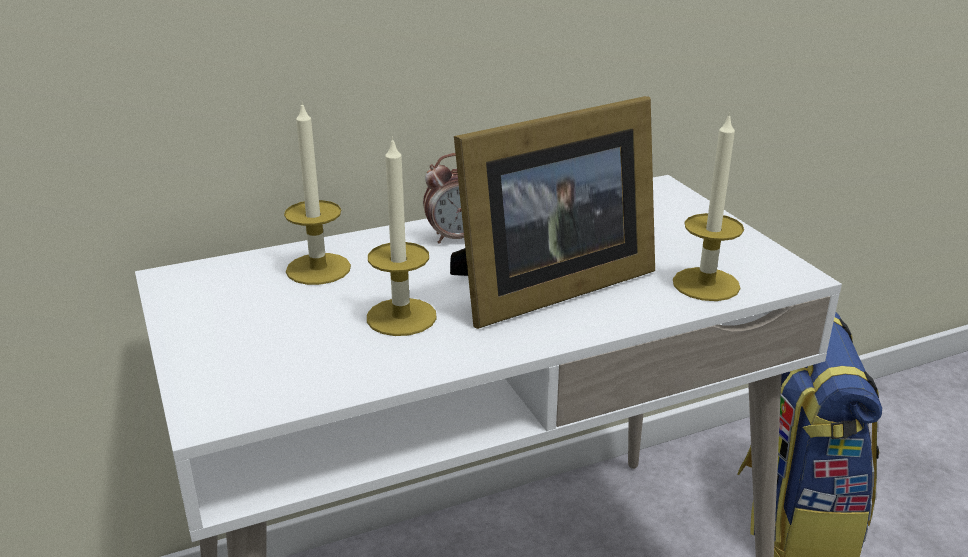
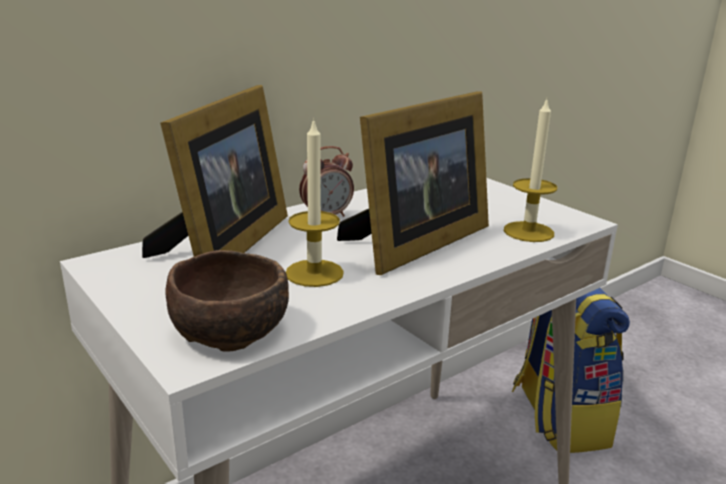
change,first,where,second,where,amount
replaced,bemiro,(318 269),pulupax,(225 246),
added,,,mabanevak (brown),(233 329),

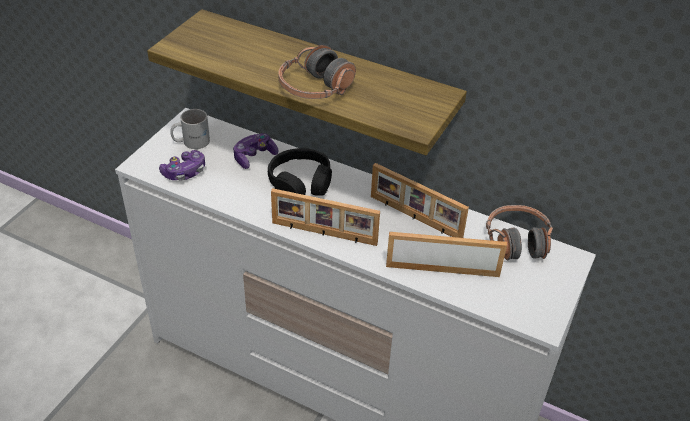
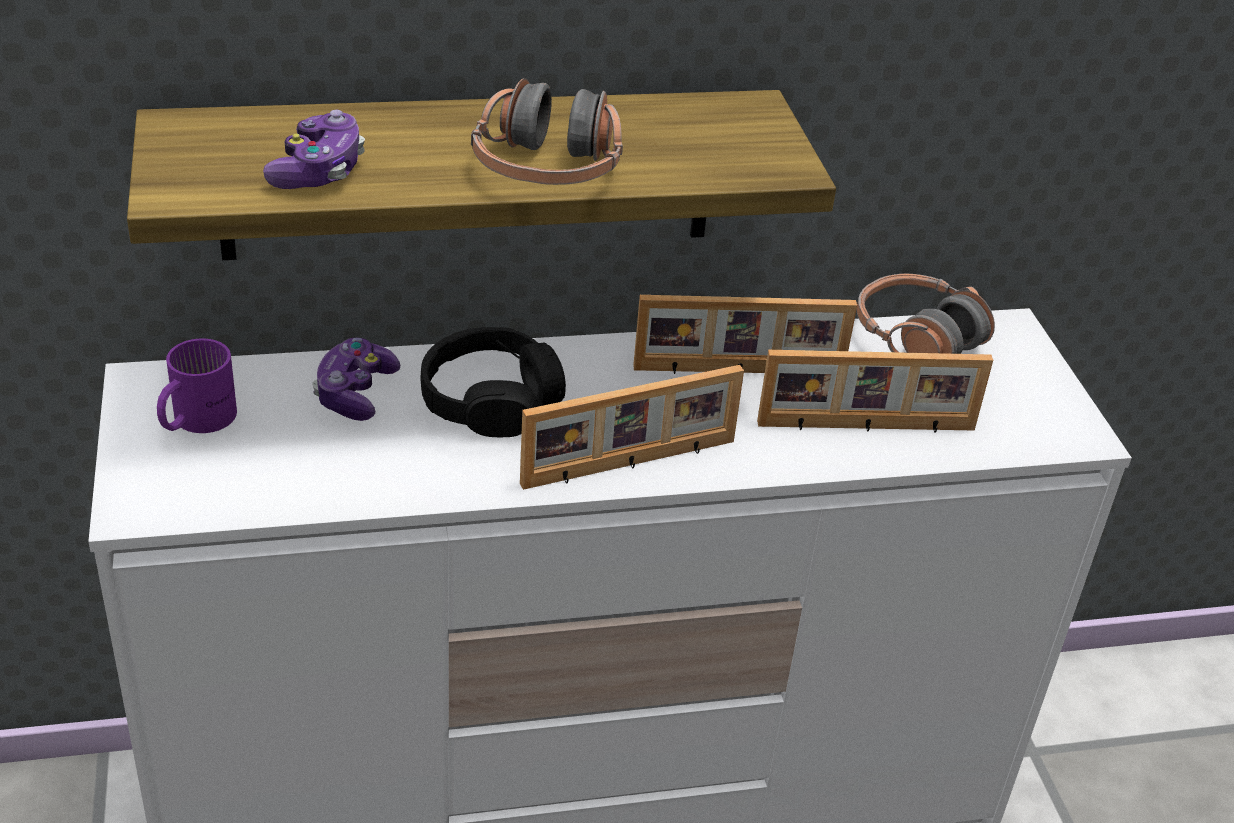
change,first,where,second,where,amount
moved,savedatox,(184 172),,(318 171),
recoloured,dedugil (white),(191 141),dedugil (purple),(194 419),
turned,pulupax,(442 269),,(866 428),150 degrees counterclockwise

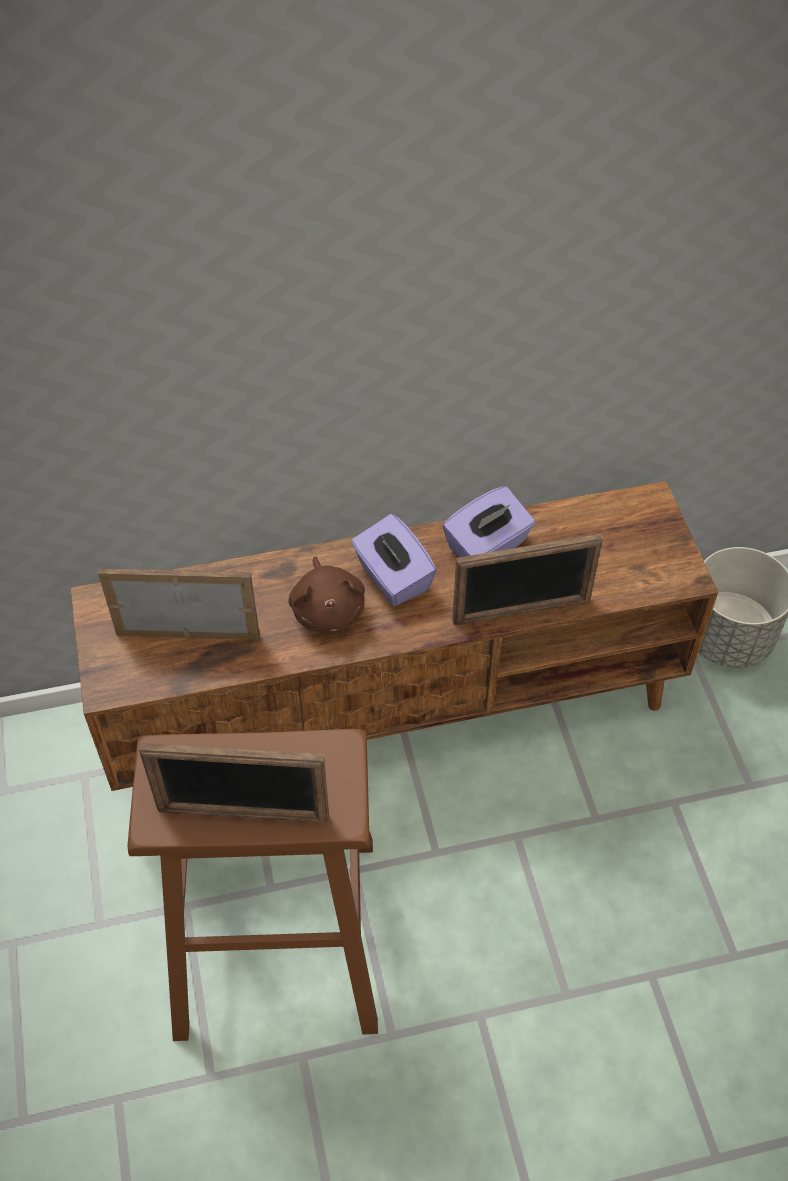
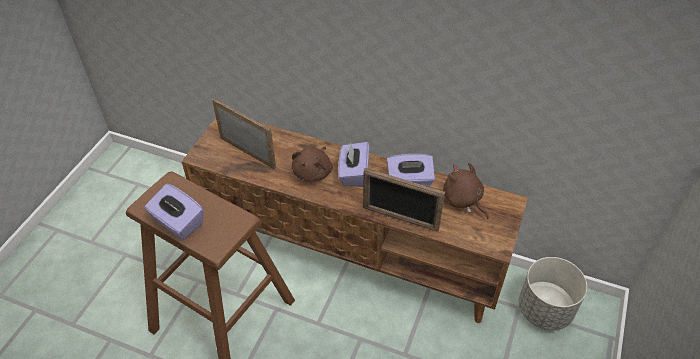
change,first,where,second,where,amount
replaced,pulupax,(243 814),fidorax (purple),(178 223),
added,,,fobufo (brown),(463 200),

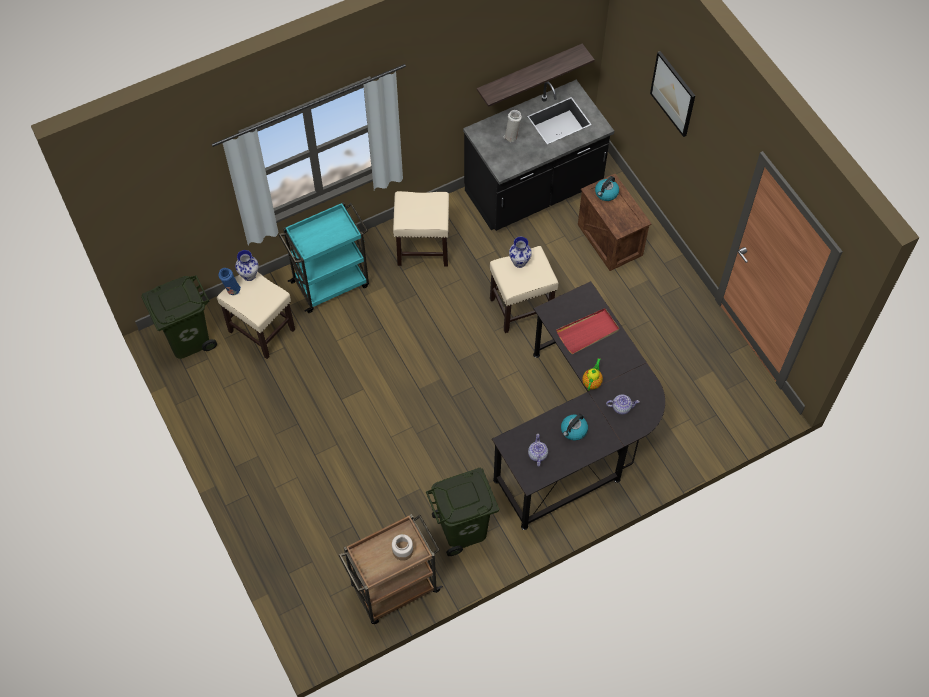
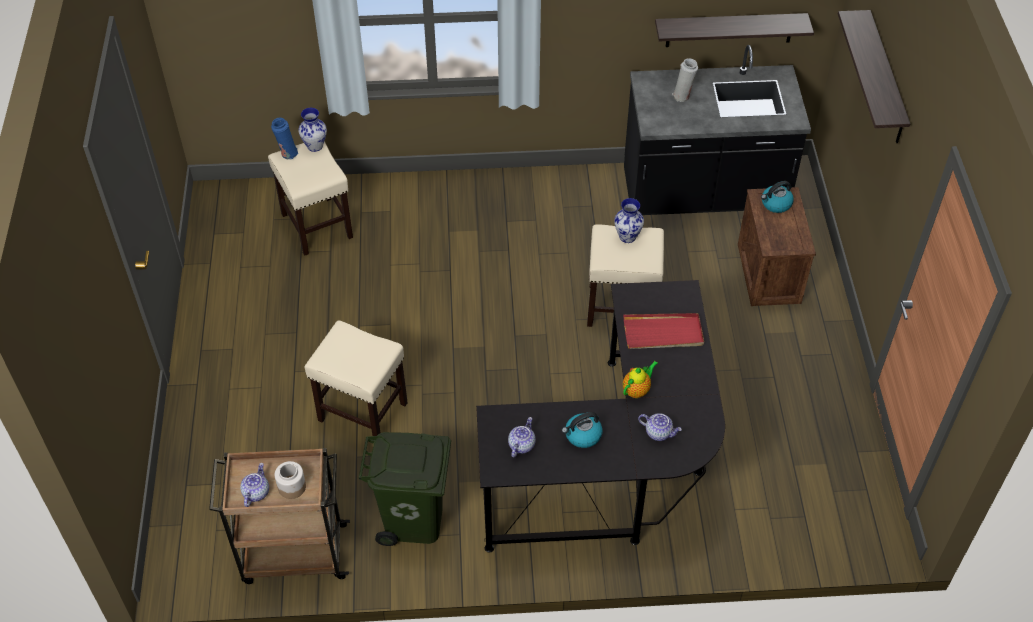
change,first,where,second,where,amount
removed,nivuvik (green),(188 339),,,
removed,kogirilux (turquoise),(331 283),,,
moved,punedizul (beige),(422 248),,(361 412),
replaced,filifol,(673 93),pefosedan,(885 79),
added,,,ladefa,(256 492),

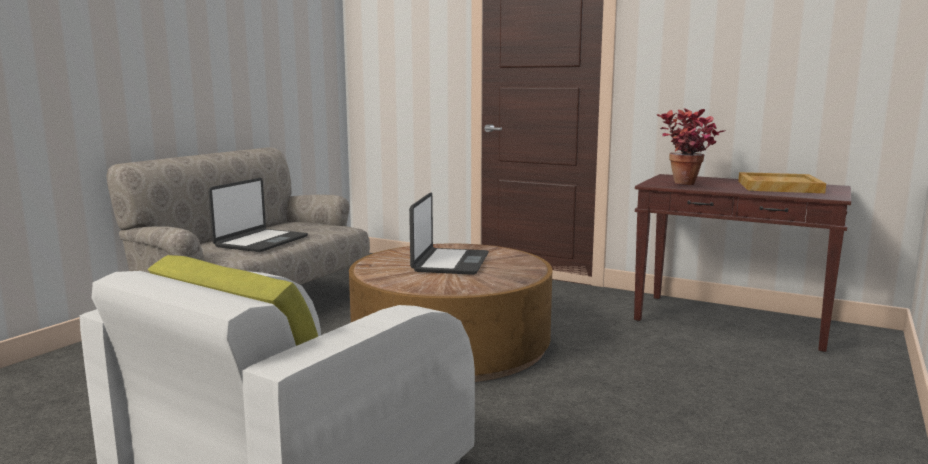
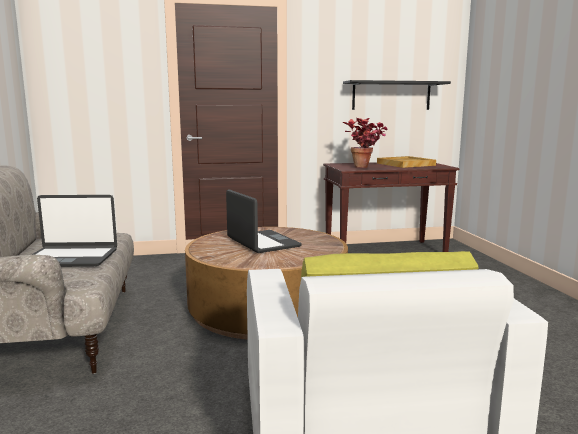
change,first,where,second,where,amount
turned,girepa,(261 242),,(71 258),105 degrees clockwise
added,,,pefosedan (black),(391 95),

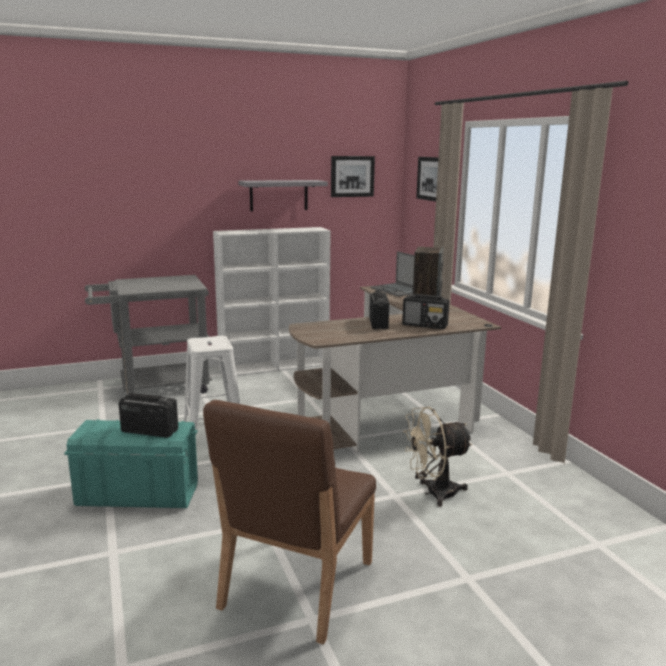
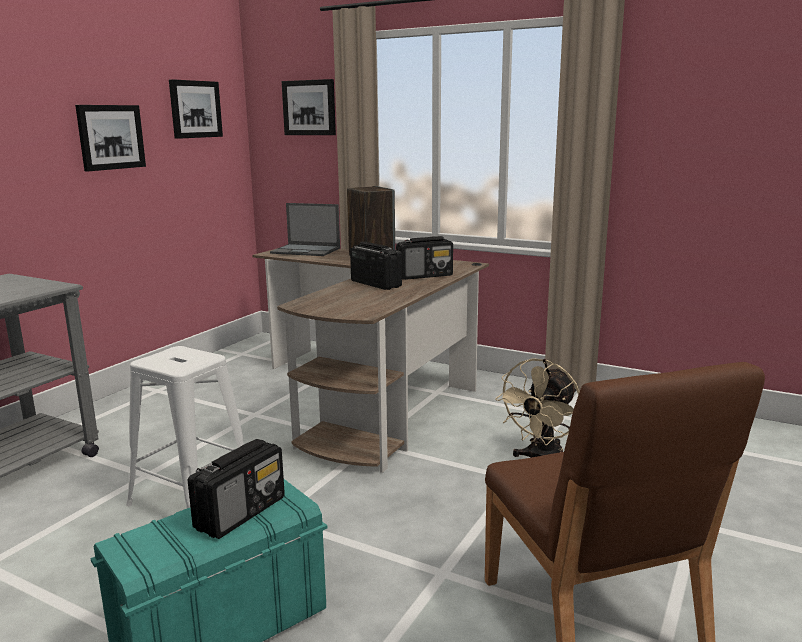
change,first,where,second,where,amount
turned,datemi,(149 431),,(241 513),150 degrees clockwise
removed,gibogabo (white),(275 366),,,
replaced,pefosedan (grey),(278 195),filifol,(110 137),

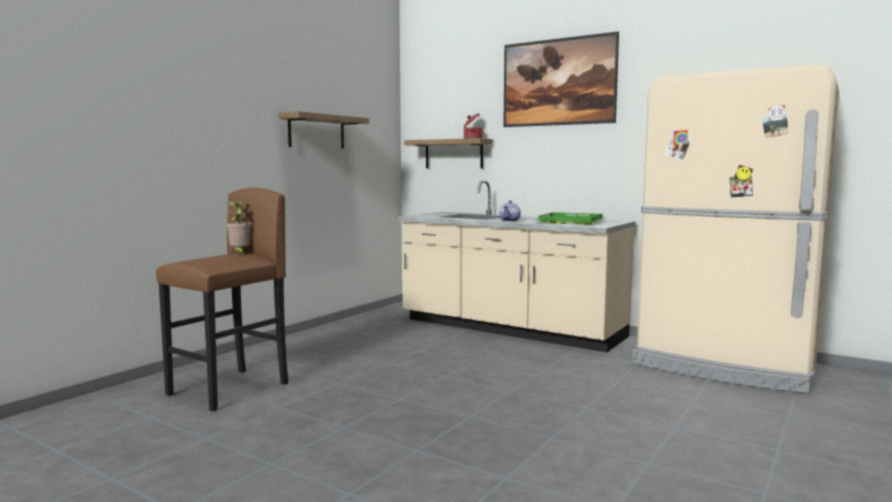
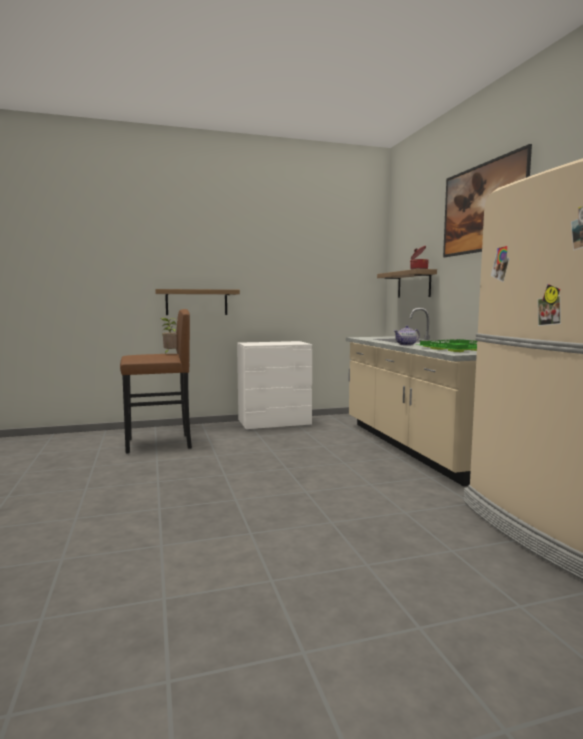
change,first,where,second,where,amount
moved,pefosedan,(316 132),,(196 302),
added,,,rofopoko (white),(274 423),

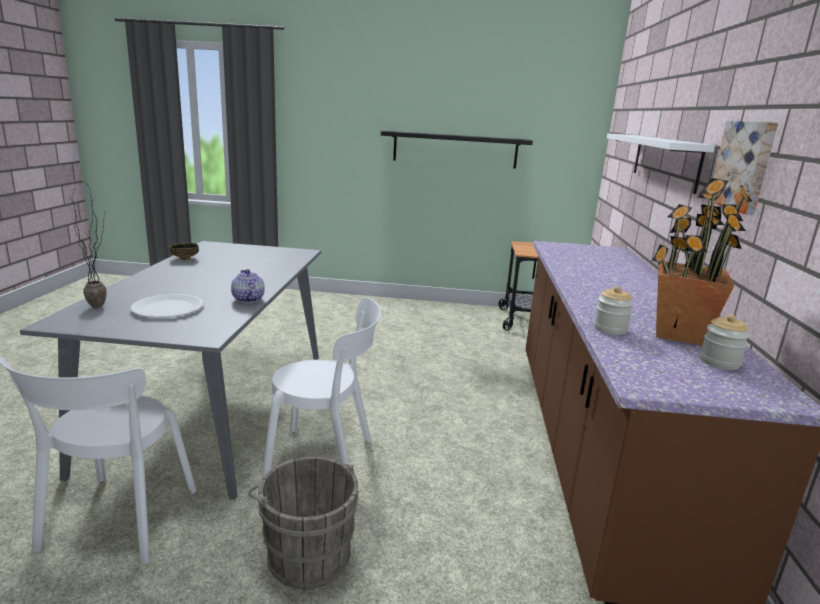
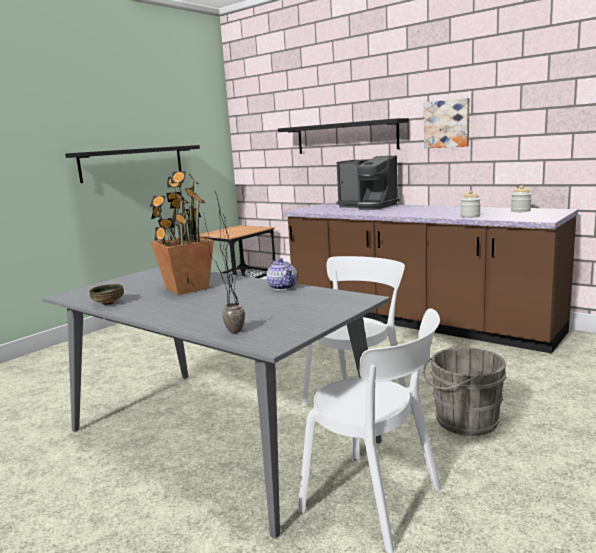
change,first,where,second,where,amount
removed,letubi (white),(168 308),,,
turned,ladefa,(248 299),,(282 287),120 degrees counterclockwise
recoloured,pefosedan (white),(665 160),pefosedan (black),(346 137),
moved,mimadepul,(678 333),,(186 288),
added,,,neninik,(368 206),

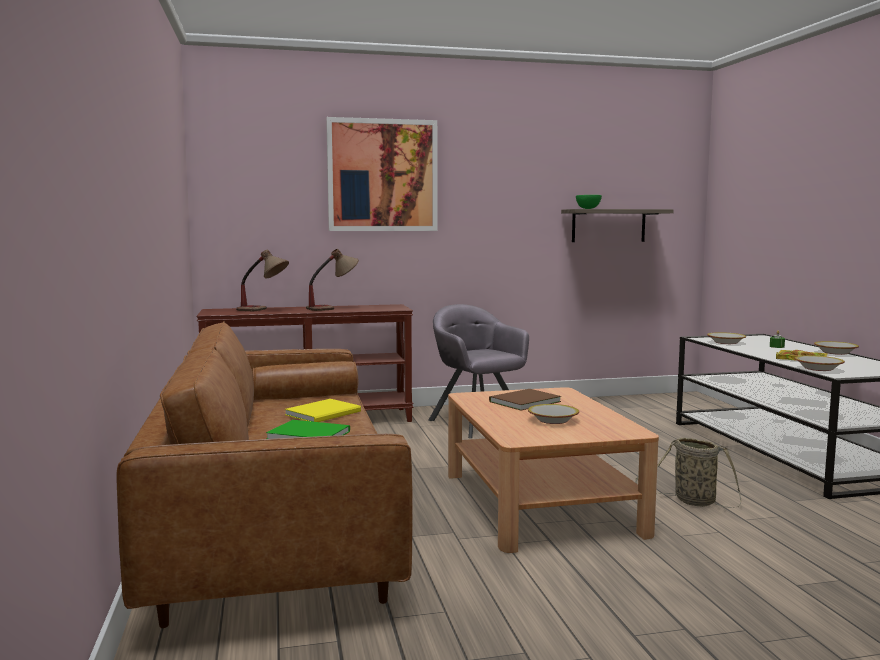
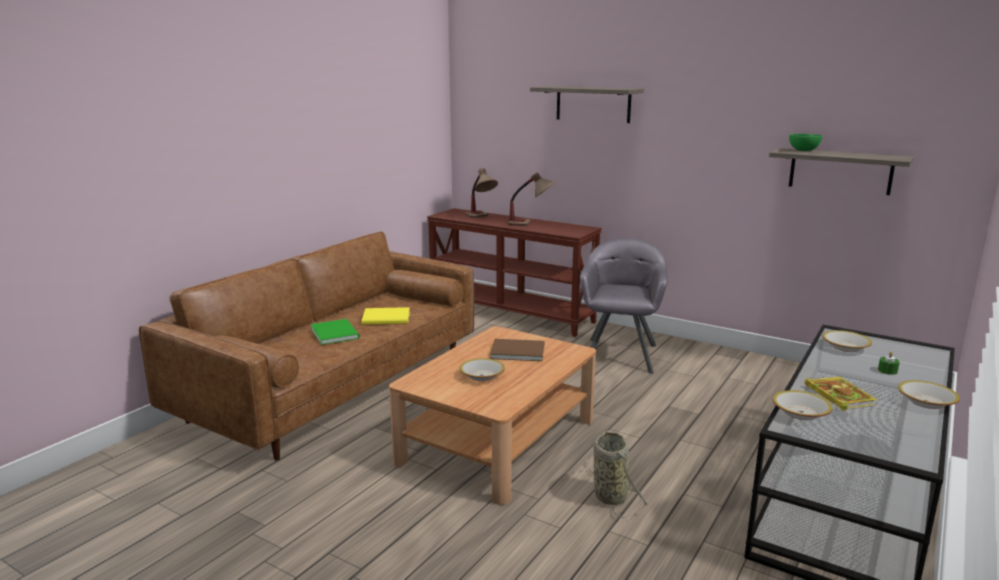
change,first,where,second,where,amount
replaced,filifol,(382 175),pefosedan,(593 104),

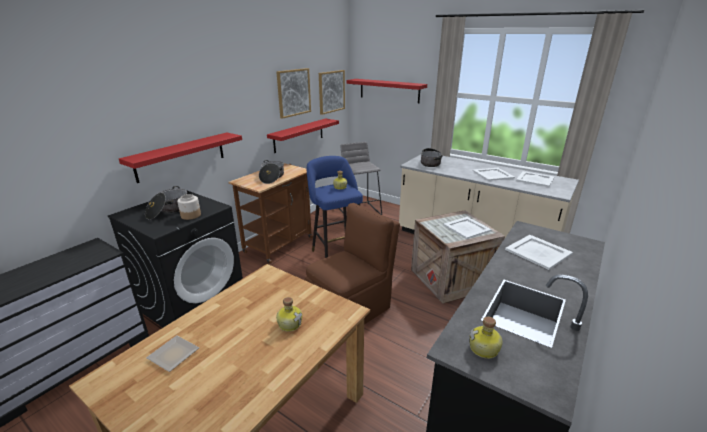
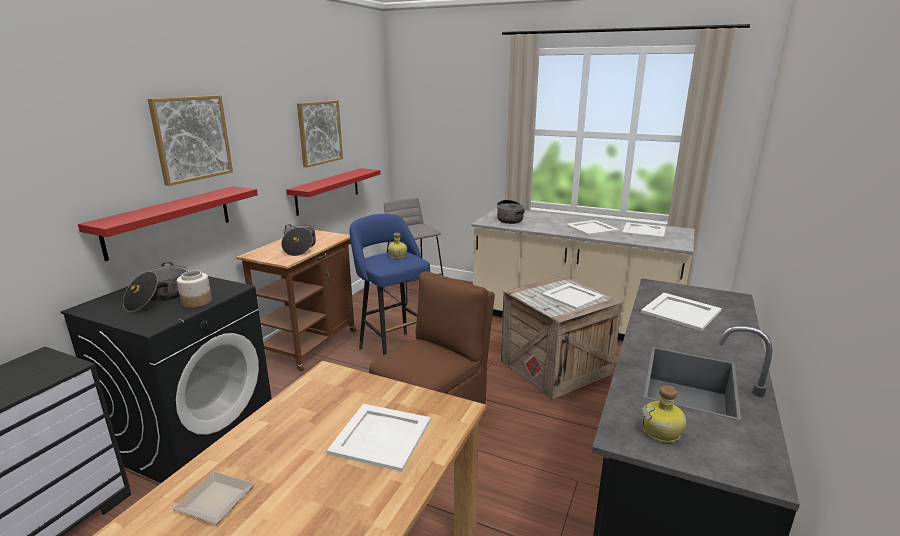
change,first,where,second,where,amount
replaced,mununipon,(290 323),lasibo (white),(380 435),
moved,filifol,(331 91),,(192 138),
removed,pefosedan (red),(389 90),,,

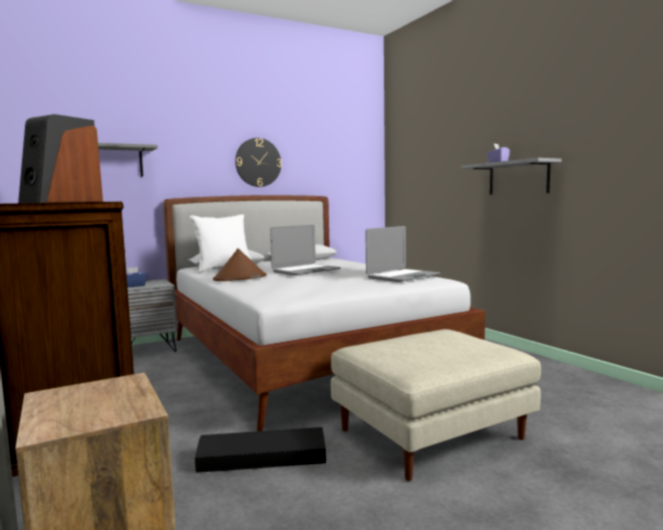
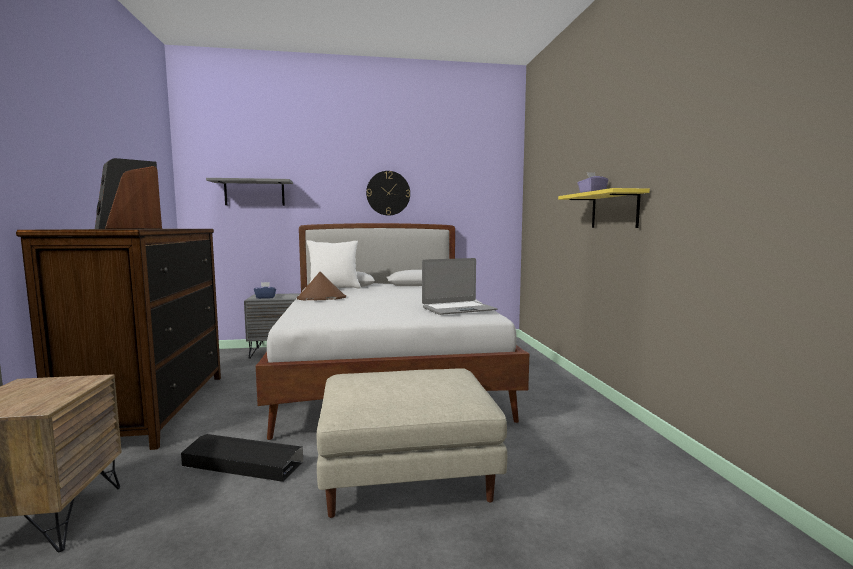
change,first,where,second,where,amount
removed,girepa,(306 271),,,
recoloured,pefosedan (grey),(518 178),pefosedan (yellow),(614 210),

